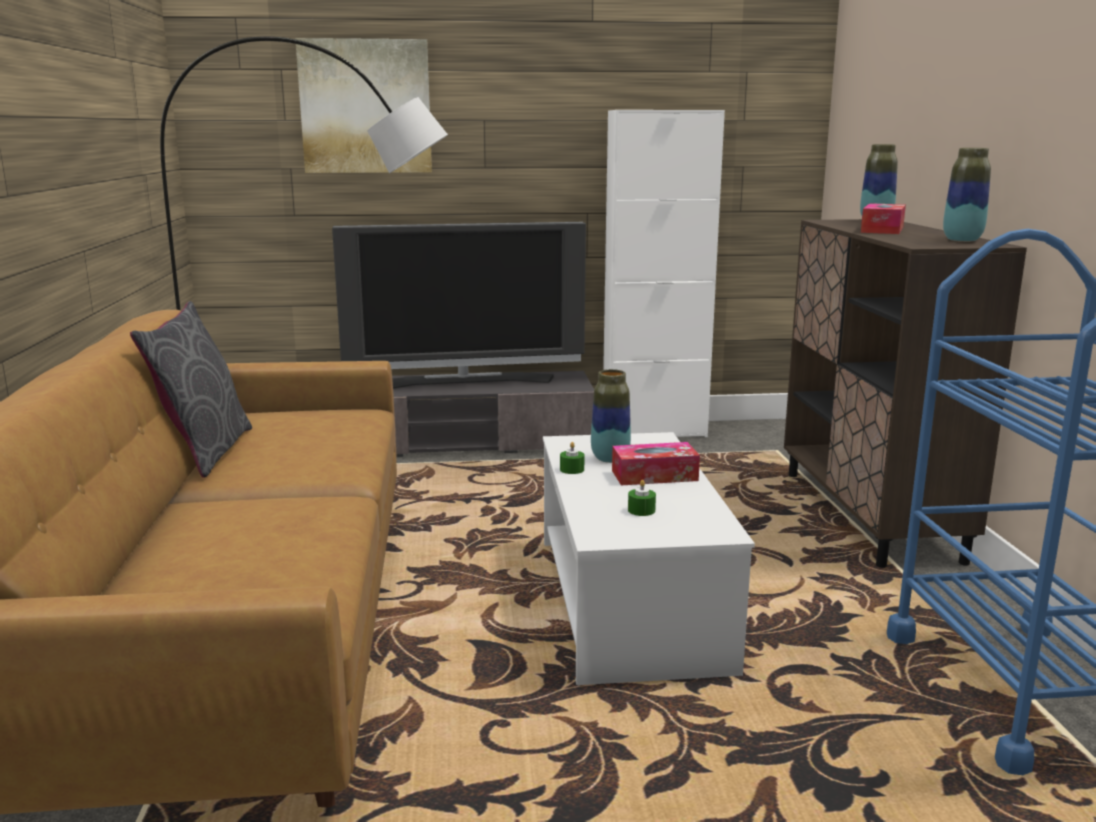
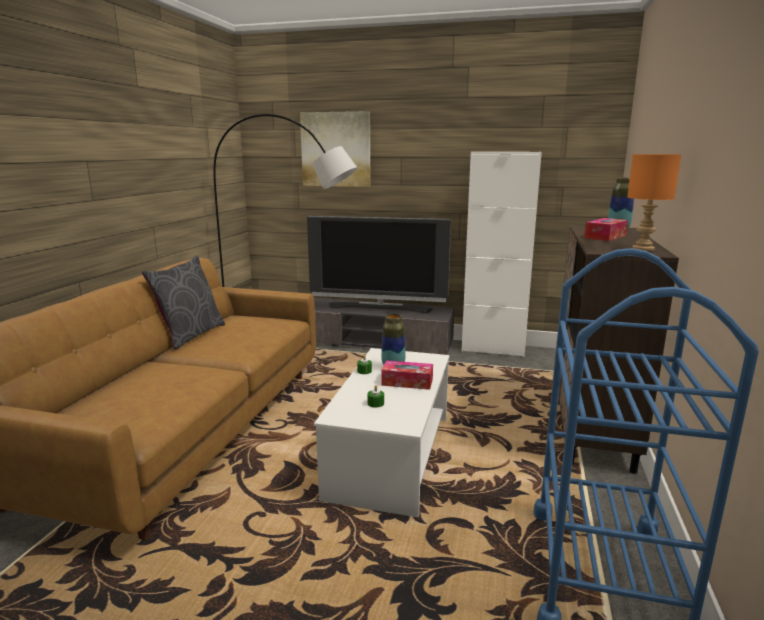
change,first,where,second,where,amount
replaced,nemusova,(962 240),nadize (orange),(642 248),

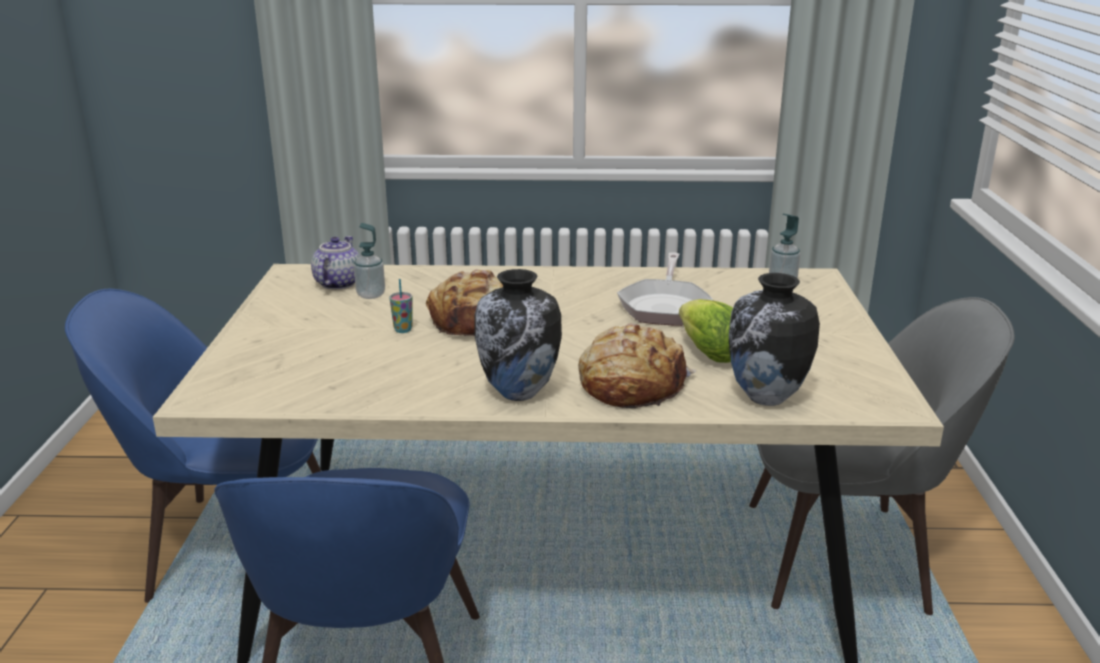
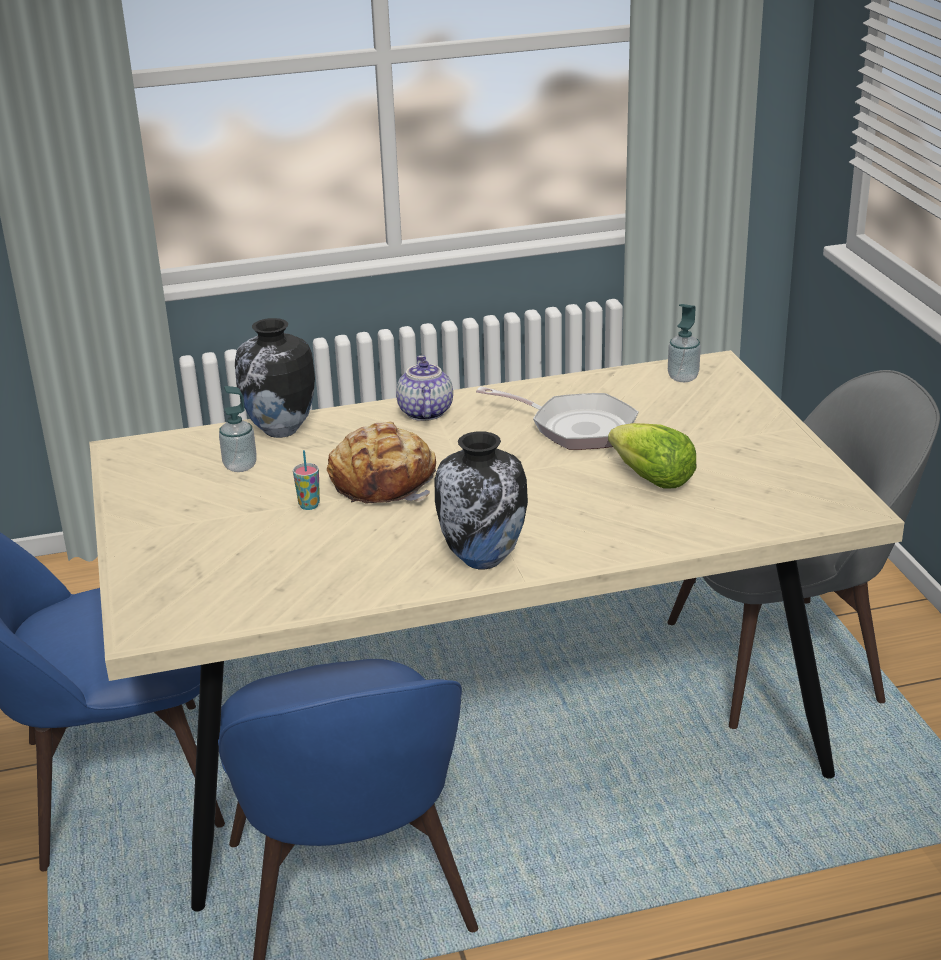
change,first,where,second,where,amount
moved,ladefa,(337 283),,(424 412),
removed,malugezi,(631 384),,,
turned,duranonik,(665 306),,(576 428),60 degrees counterclockwise
moved,nemusova,(766 398),,(280 431),

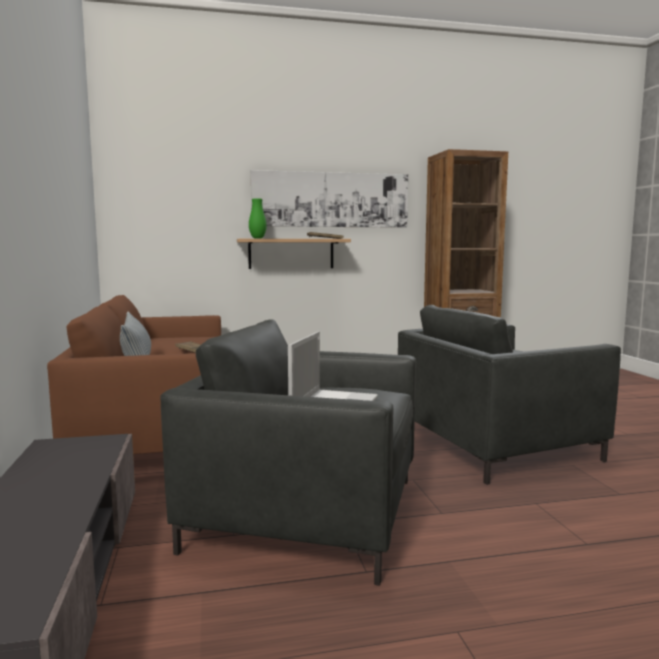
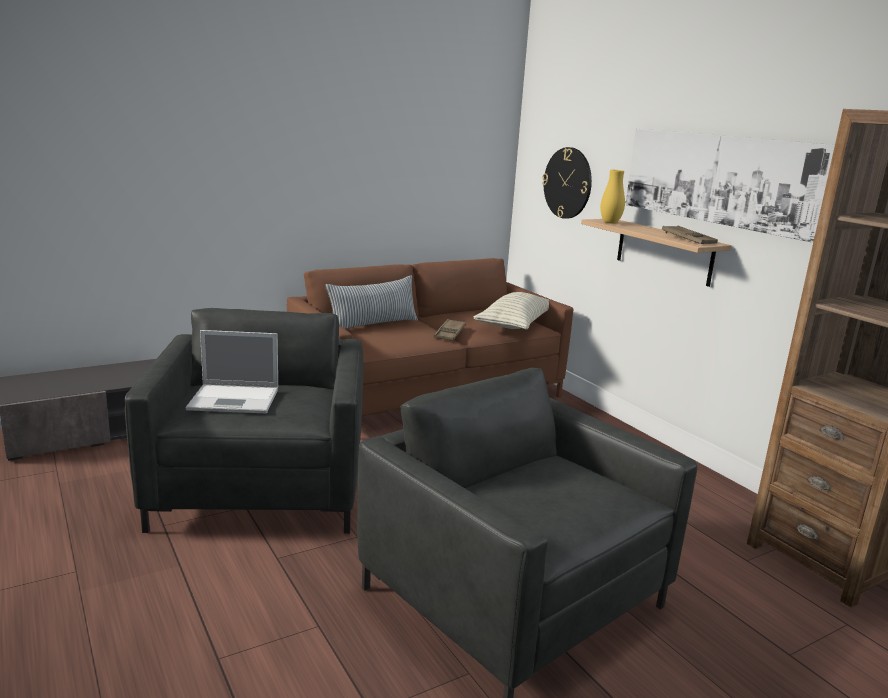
change,first,where,second,where,amount
recoloured,nemusova (green),(257 238),nemusova (yellow),(610 222),
added,,,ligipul,(515 325),
added,,,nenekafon,(567 183),

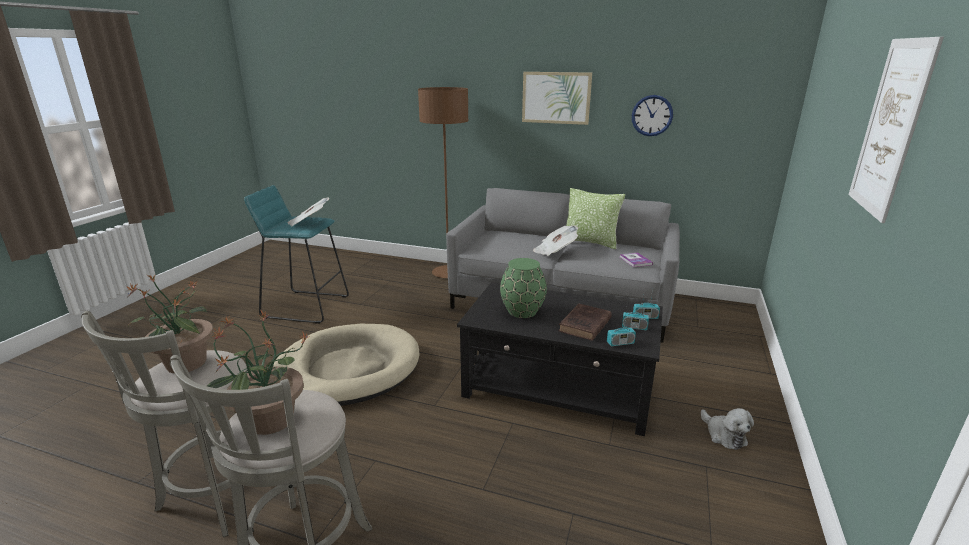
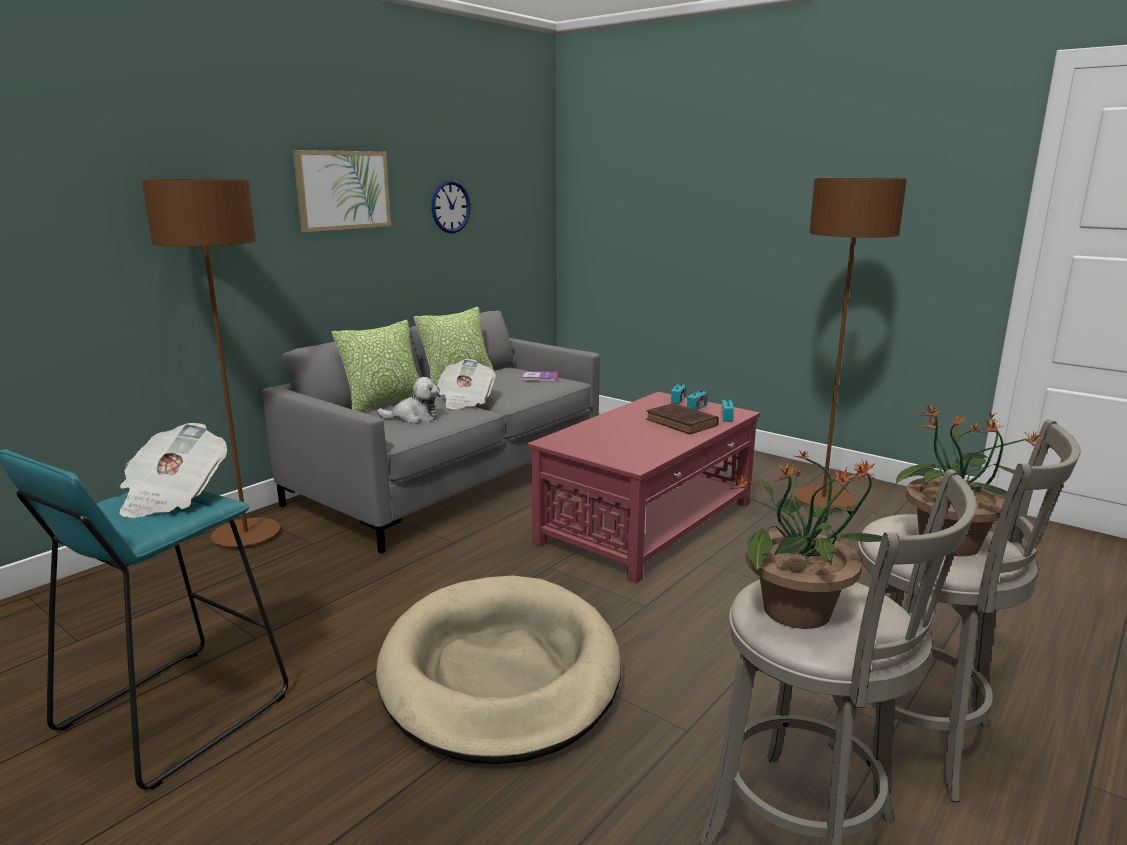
change,first,where,second,where,amount
recoloured,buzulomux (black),(559 387),buzulomux (red),(648 522),
removed,nemusova (green),(521 311),,,
moved,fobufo,(724 435),,(413 418),
removed,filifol,(890 128),,,
added,,,ligipul,(384 403),
added,,,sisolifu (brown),(823 500),

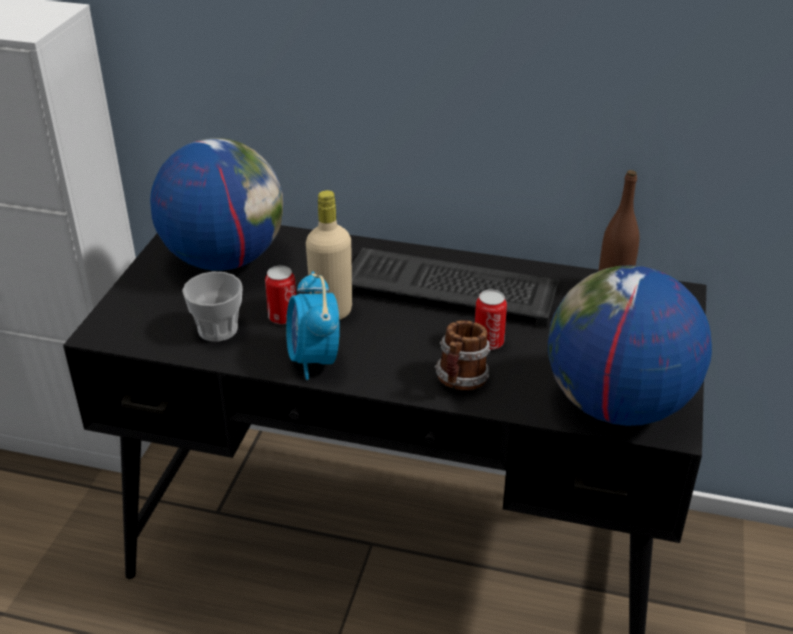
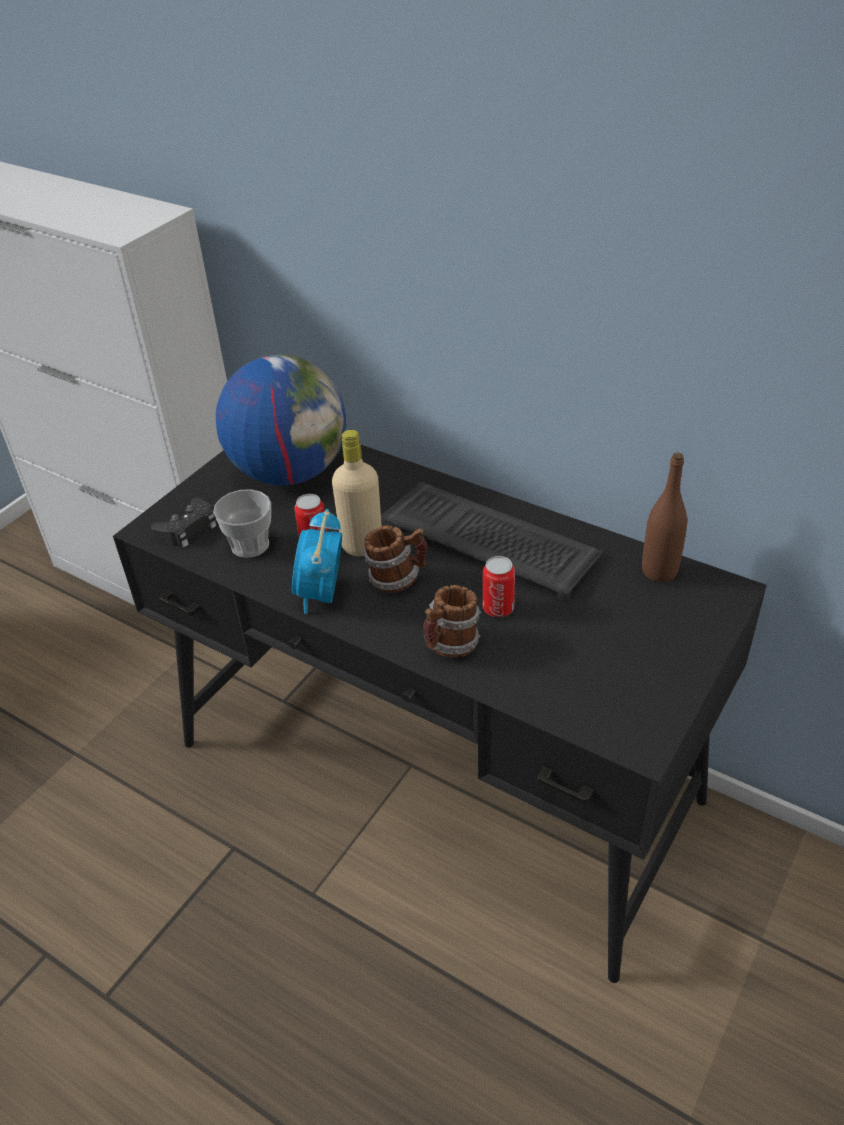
change,first,where,second,where,amount
removed,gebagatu,(617 405),,,
added,,,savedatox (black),(188 528),
added,,,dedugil,(397 579),

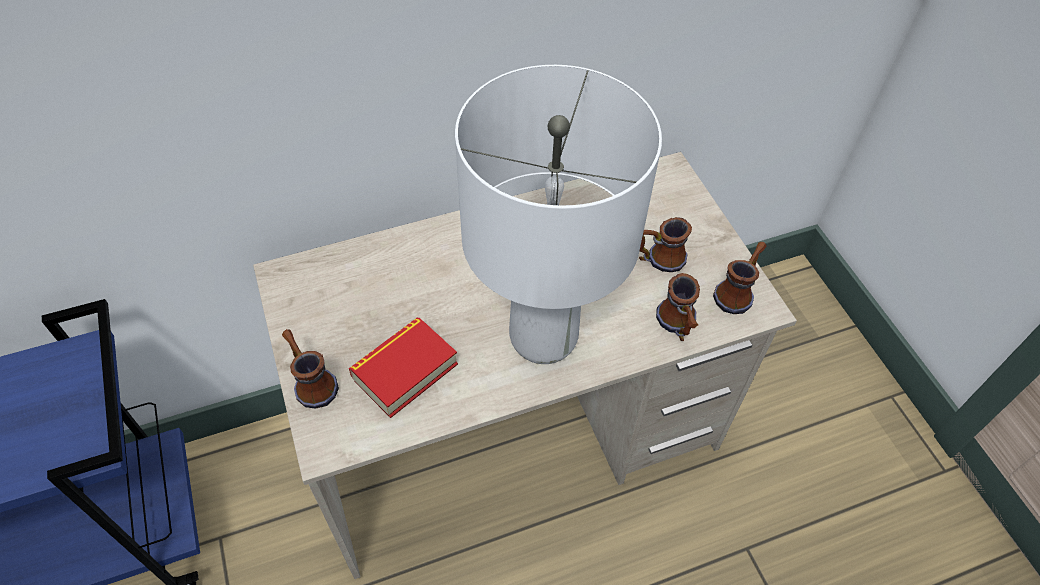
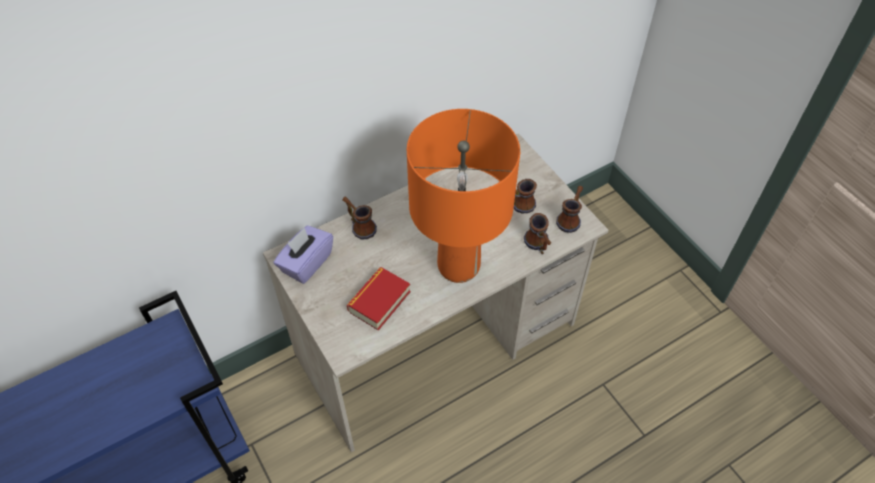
change,first,where,second,where,amount
moved,dedugil,(311 381),,(359 226),
recoloured,nadize (white),(542 336),nadize (orange),(458 266),
added,,,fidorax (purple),(306 263),

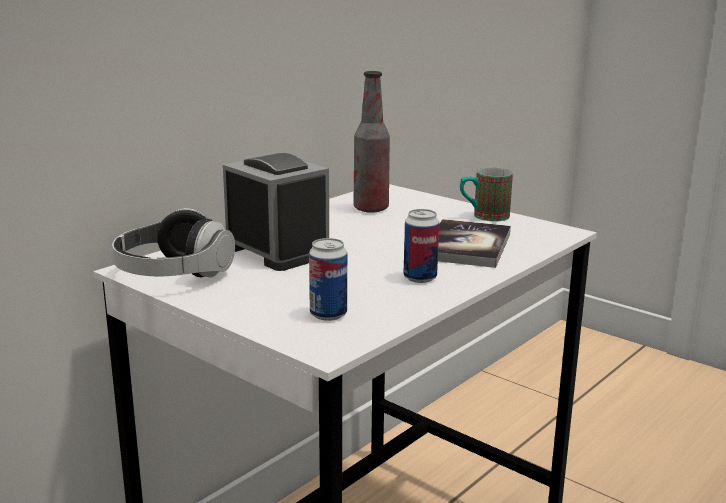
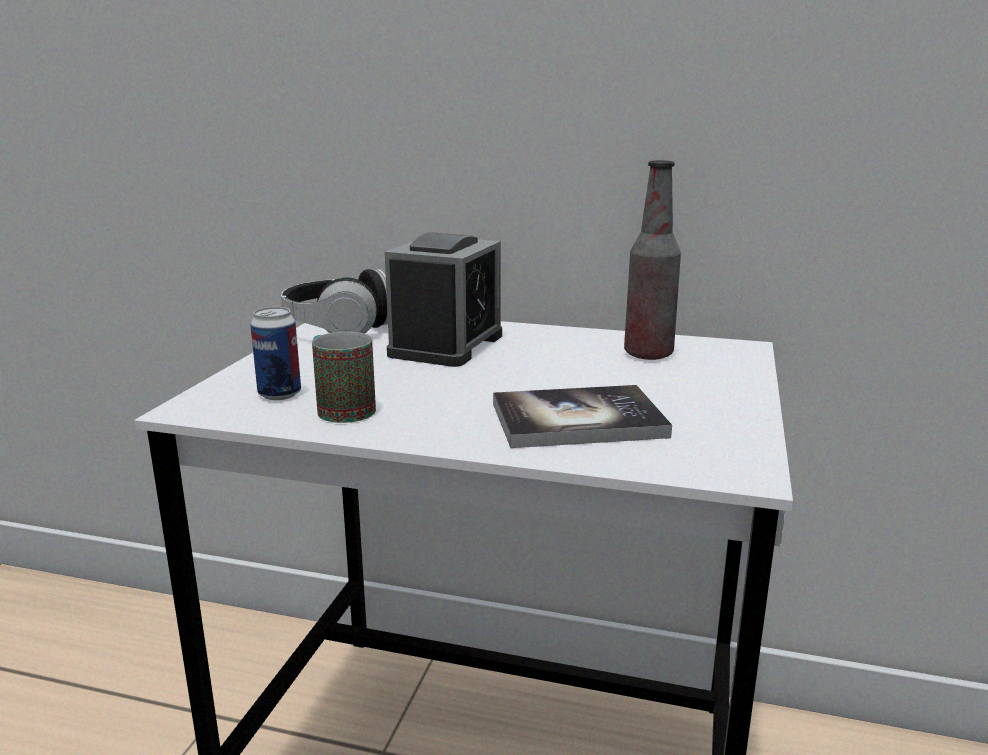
change,first,where,second,where,amount
removed,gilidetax,(420 278),,,
moved,dedugil,(483 216),,(340 408),

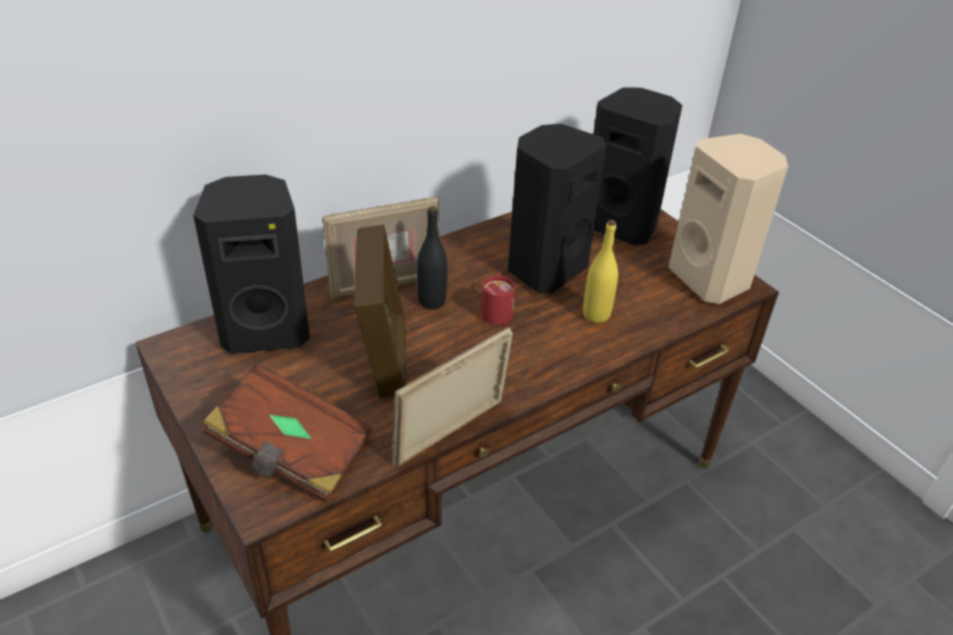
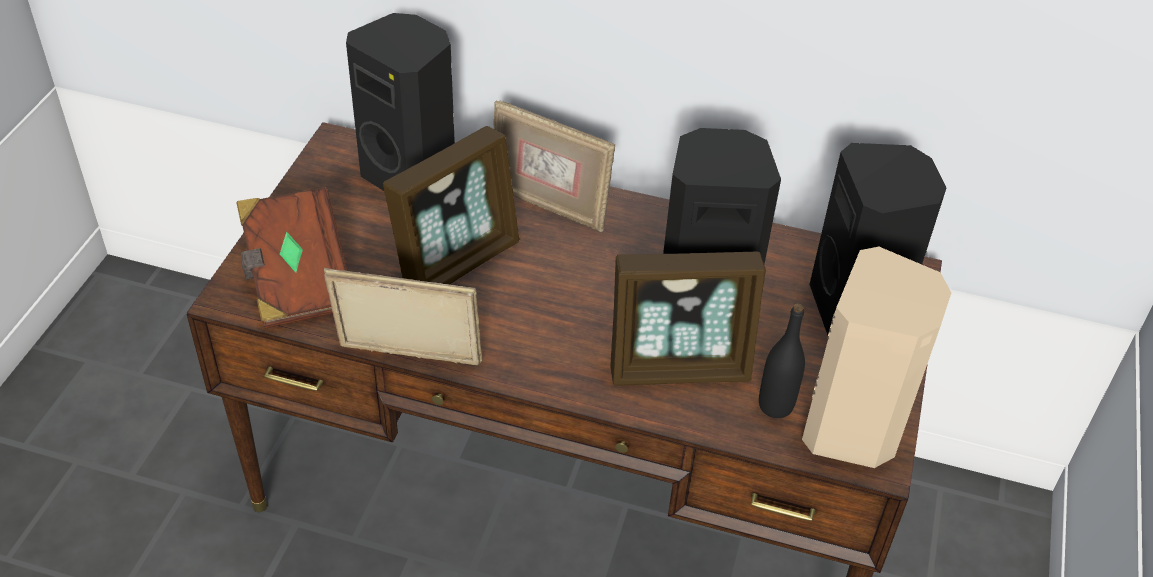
change,first,where,second,where,amount
moved,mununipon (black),(431 301),,(775 405),
removed,dedugil (red),(497 310),,,
replaced,mununipon (yellow),(596 315),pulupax,(679 367),

